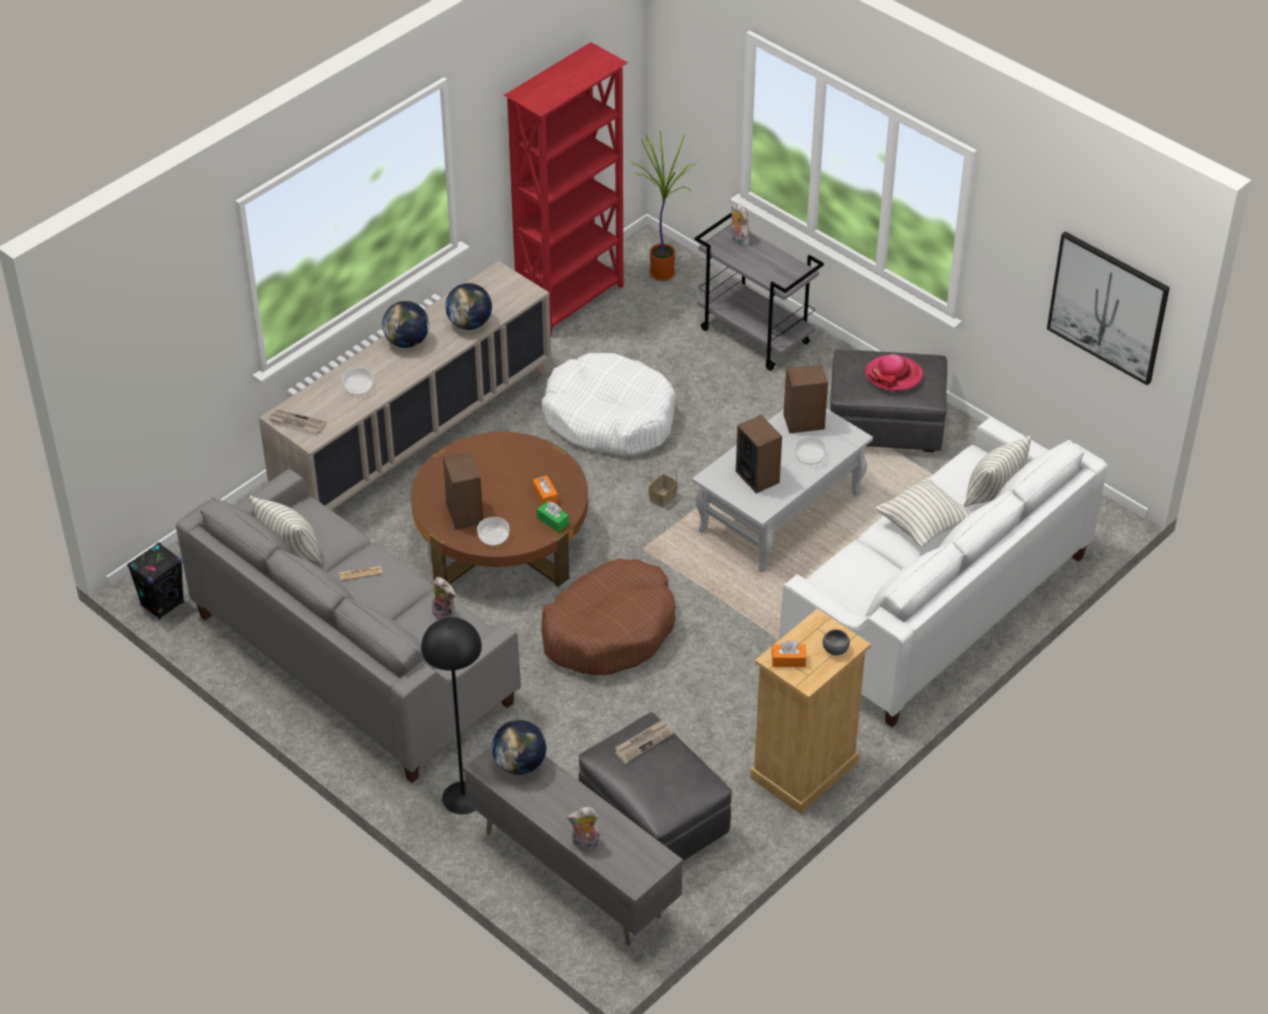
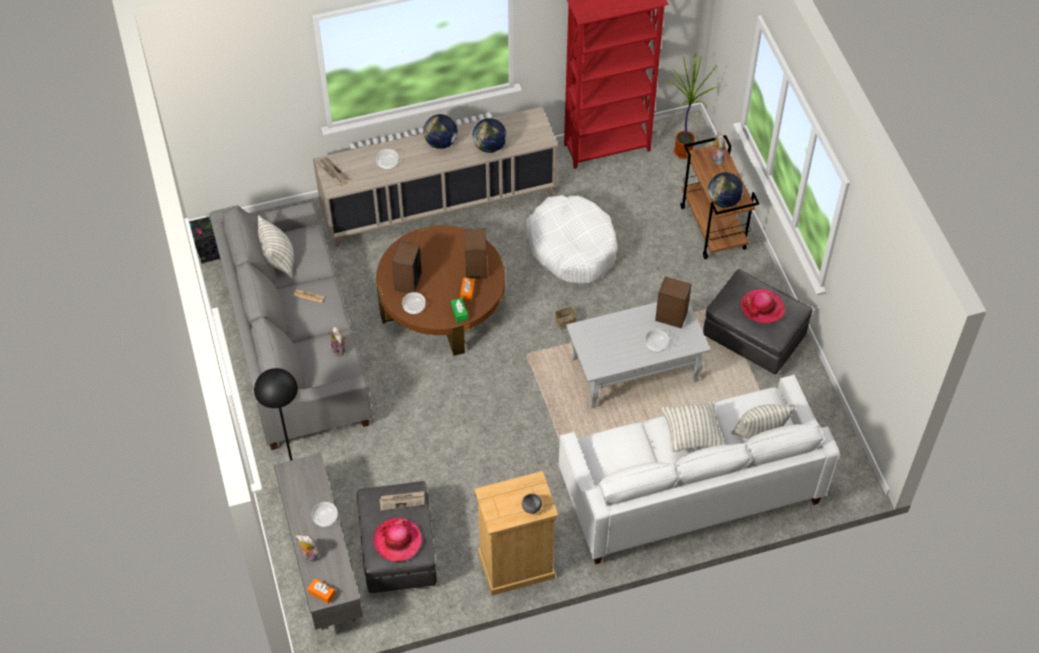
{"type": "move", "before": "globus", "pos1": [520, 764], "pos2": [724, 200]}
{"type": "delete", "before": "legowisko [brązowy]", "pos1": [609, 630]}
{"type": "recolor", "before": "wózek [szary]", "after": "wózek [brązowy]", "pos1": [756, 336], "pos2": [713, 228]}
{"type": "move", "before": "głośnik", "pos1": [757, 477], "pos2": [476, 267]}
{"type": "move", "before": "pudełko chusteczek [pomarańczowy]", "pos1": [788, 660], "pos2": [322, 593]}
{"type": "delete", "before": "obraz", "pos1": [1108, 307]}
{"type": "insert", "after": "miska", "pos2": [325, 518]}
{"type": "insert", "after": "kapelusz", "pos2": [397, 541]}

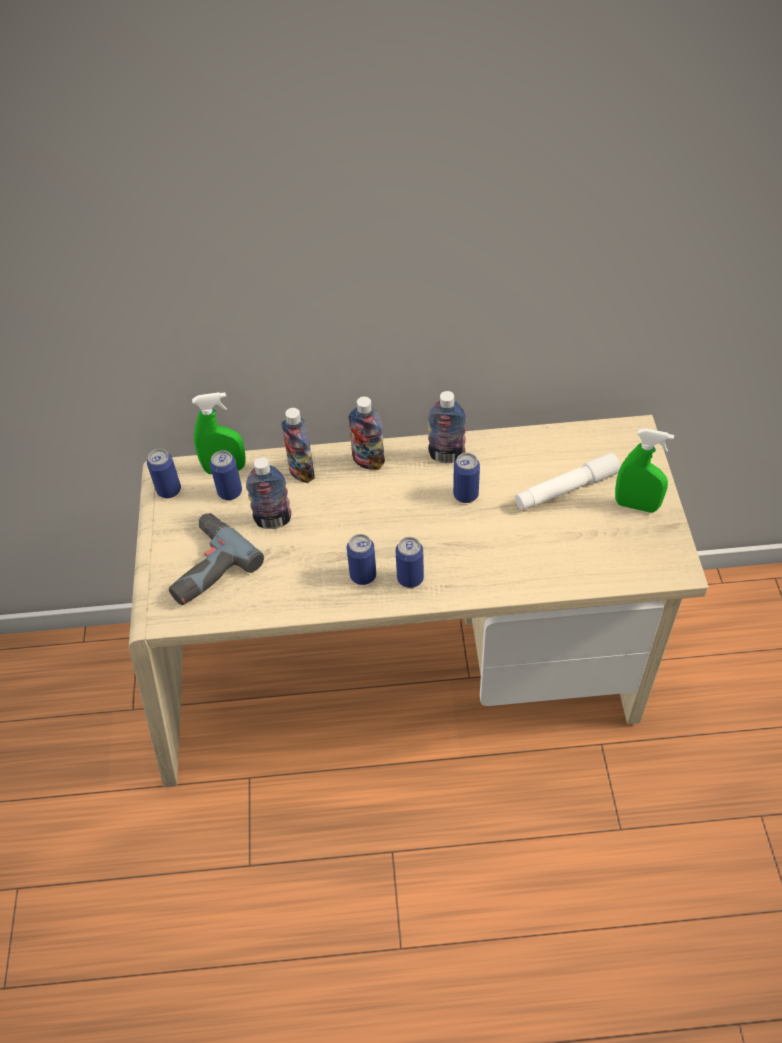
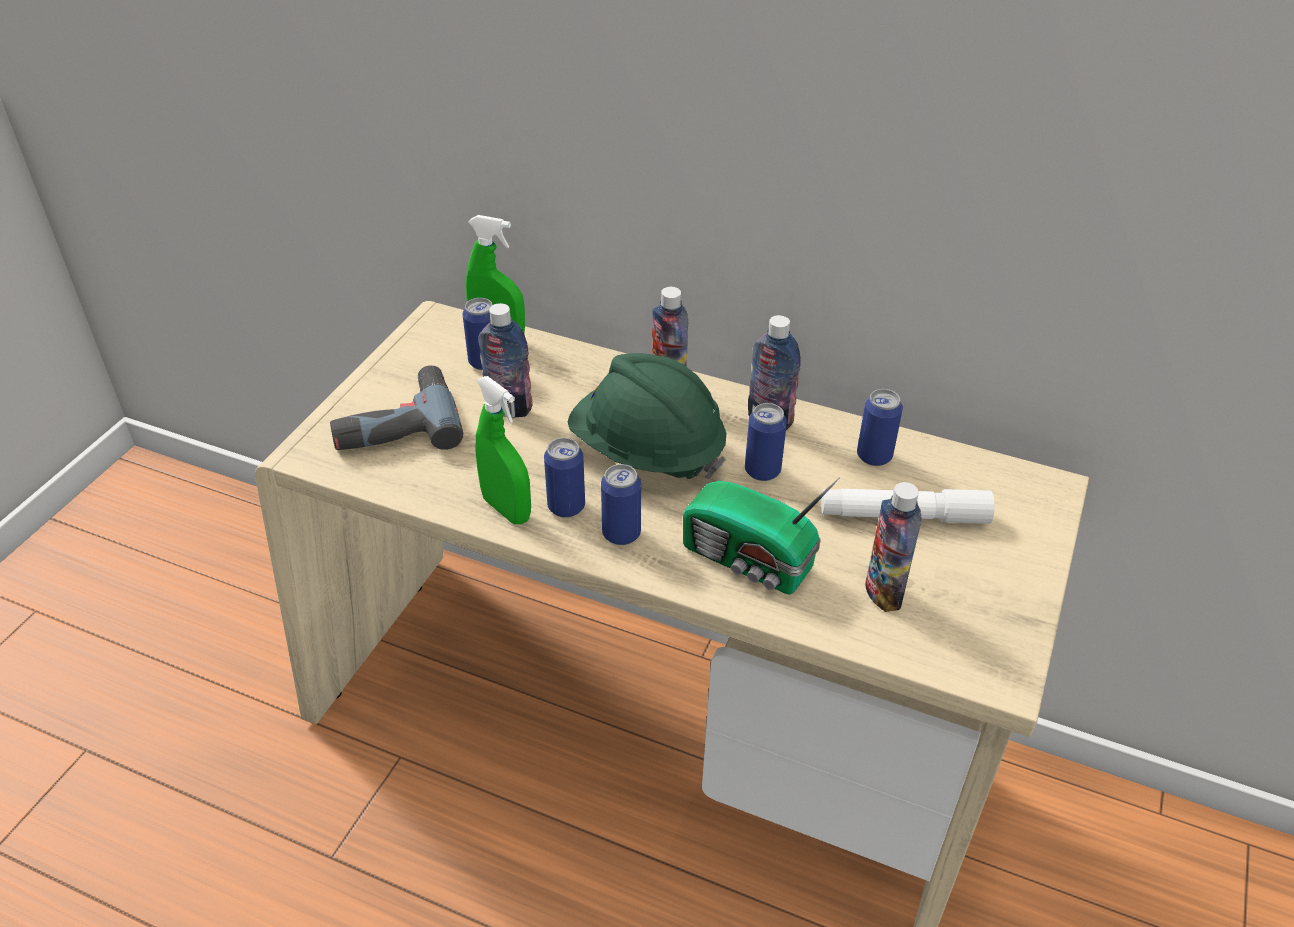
{"type": "move", "before": "puszka", "pos1": [169, 490], "pos2": [874, 456]}
{"type": "move", "before": "butelka", "pos1": [301, 472], "pos2": [883, 592]}
{"type": "move", "before": "spryskiwacz [zielony]", "pos1": [636, 505], "pos2": [506, 509]}
{"type": "insert", "after": "kask [zielony]", "pos2": [647, 451]}
{"type": "insert", "after": "radio", "pos2": [749, 561]}

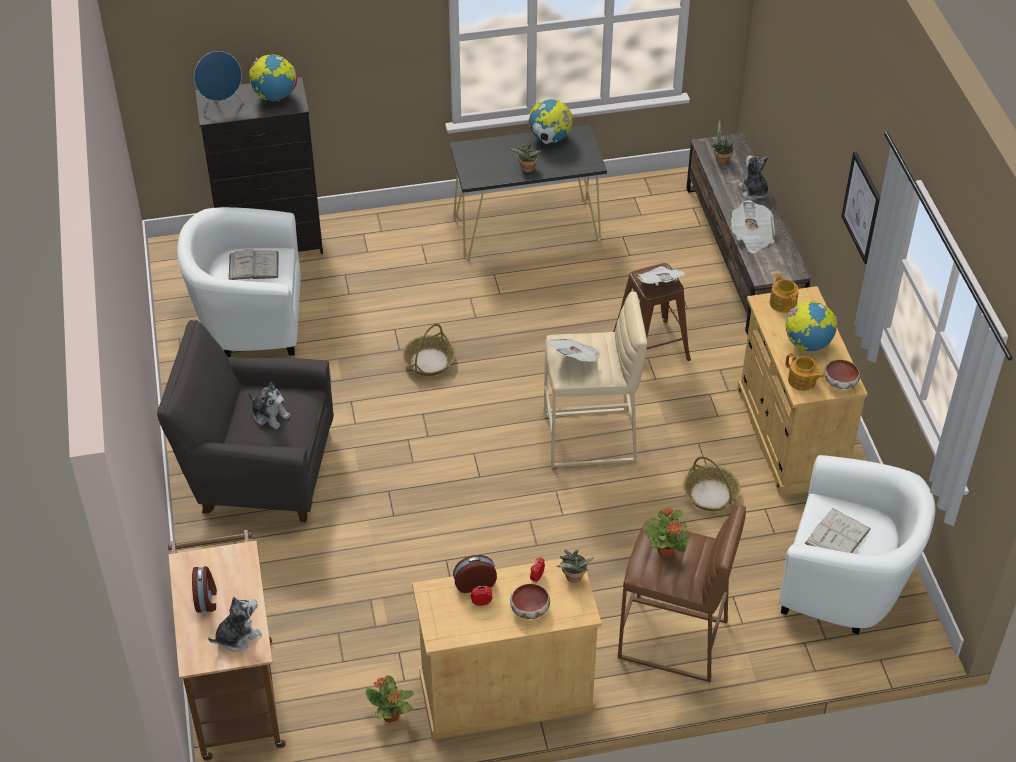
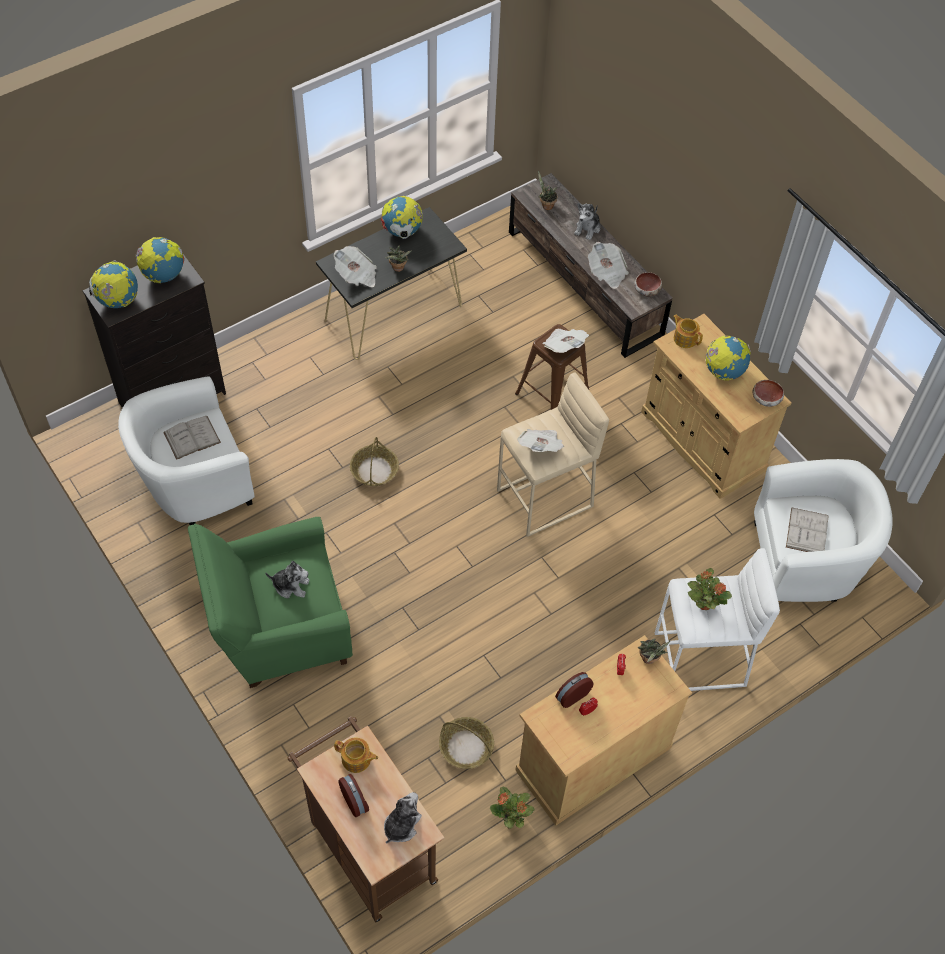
{"type": "recolor", "before": "fotel [szary]", "after": "fotel [zielony]", "pos1": [257, 470], "pos2": [278, 629]}
{"type": "replace", "before": "głośnik [niebieski]", "after": "globus", "pos1": [221, 106], "pos2": [118, 301]}
{"type": "move", "before": "miska", "pos1": [529, 609], "pos2": [646, 291]}
{"type": "recolor", "before": "stołek [brązowy]", "after": "stołek [biały]", "pos1": [673, 640], "pos2": [701, 660]}
{"type": "move", "before": "koszyk", "pos1": [711, 494], "pos2": [466, 747]}
{"type": "rotate", "before": "pluszak", "pos1": [753, 191], "pos2": [587, 228], "turn": -105}
{"type": "move", "before": "imbryk", "pos1": [802, 381], "pos2": [356, 759]}
{"type": "delete", "before": "obraz", "pos1": [862, 207]}
{"type": "insert", "after": "gazeta", "pos2": [356, 275]}

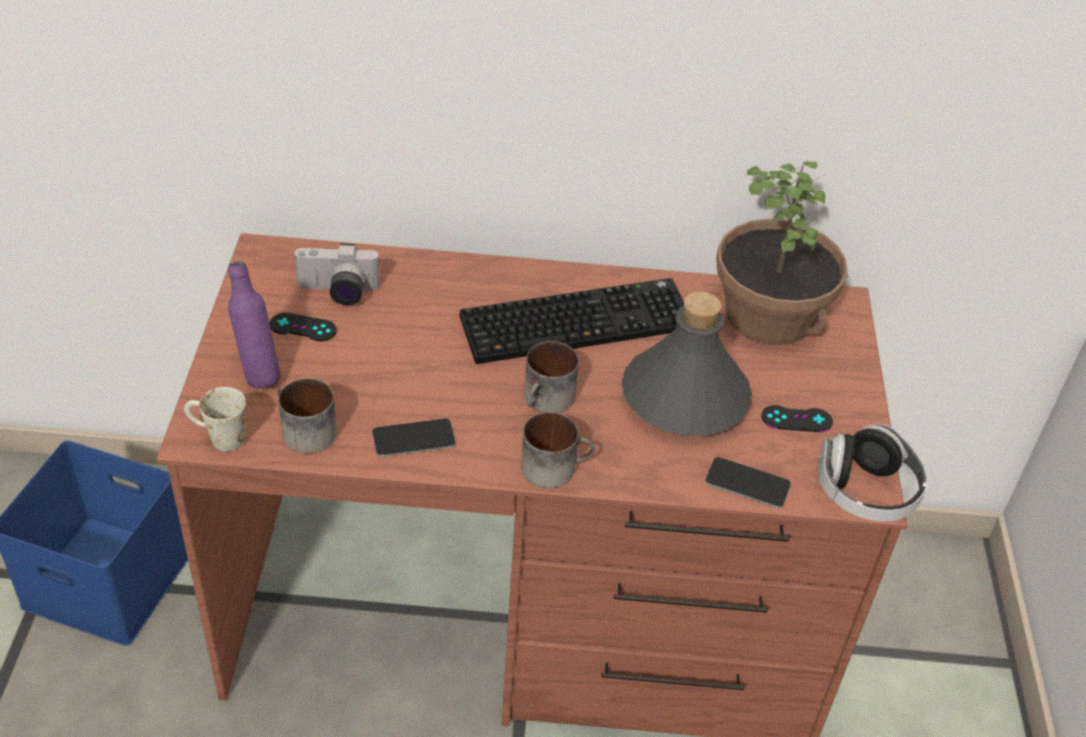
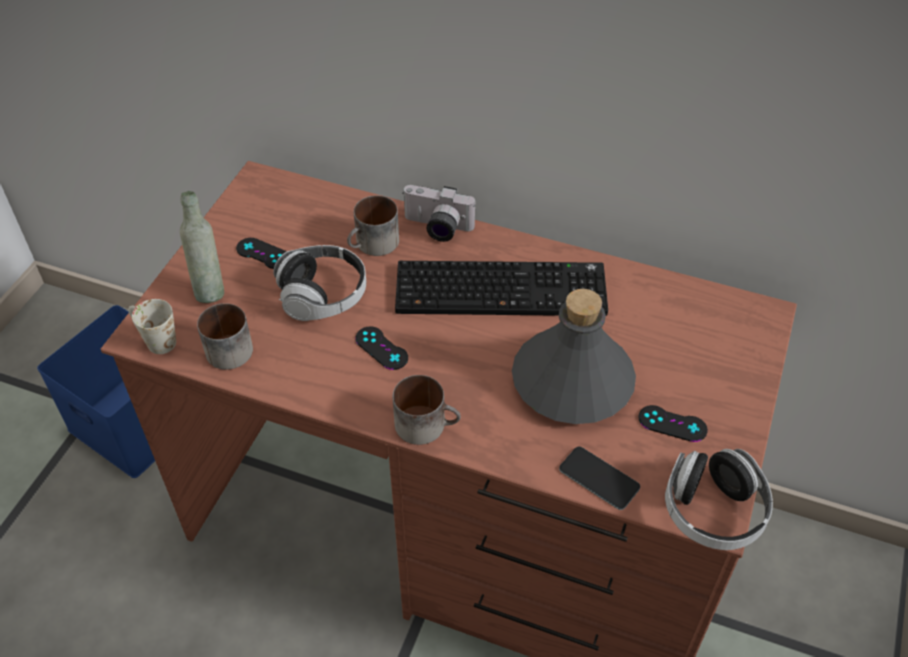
{"type": "recolor", "before": "butelka [fioletowy]", "after": "butelka [szary]", "pos1": [258, 374], "pos2": [210, 289]}
{"type": "move", "before": "aparat fotograficzny", "pos1": [337, 292], "pos2": [436, 228]}
{"type": "delete", "before": "telefon", "pos1": [413, 438]}
{"type": "move", "before": "kubek", "pos1": [547, 400], "pos2": [374, 245]}
{"type": "delete", "before": "roślina doniczkowa", "pos1": [770, 314]}
{"type": "insert", "after": "słuchawki", "pos2": [323, 296]}
{"type": "insert", "after": "pad do gier [czarny]", "pos2": [381, 348]}

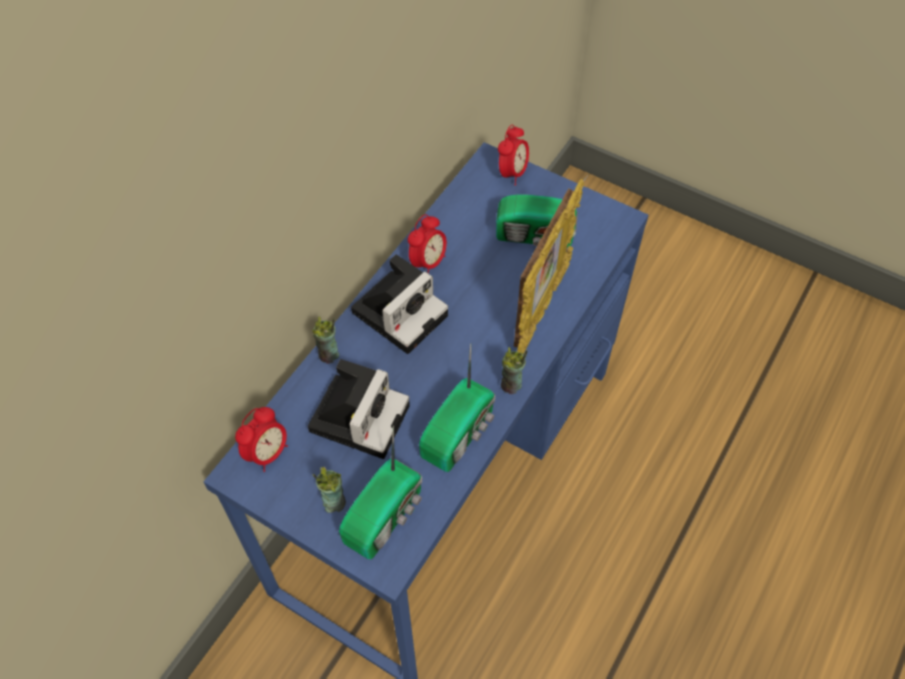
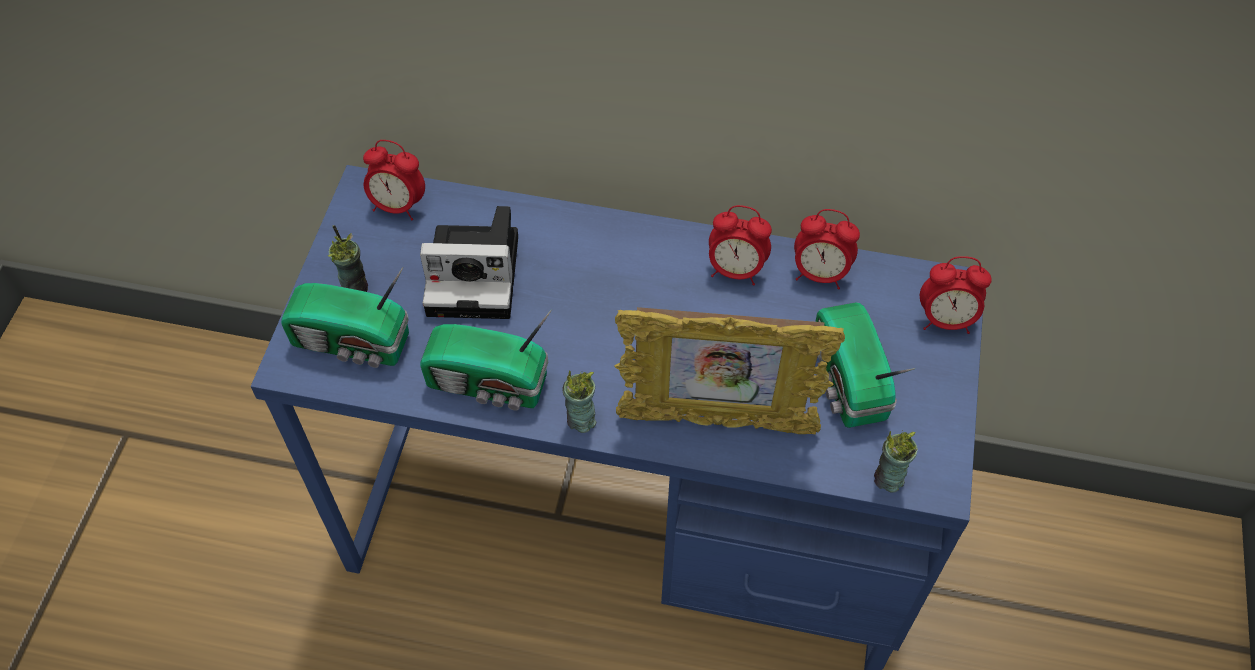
{"type": "move", "before": "filiżanka", "pos1": [329, 355], "pos2": [888, 479]}
{"type": "delete", "before": "aparat fotograficzny", "pos1": [401, 311]}
{"type": "insert", "after": "budzik", "pos2": [820, 274]}

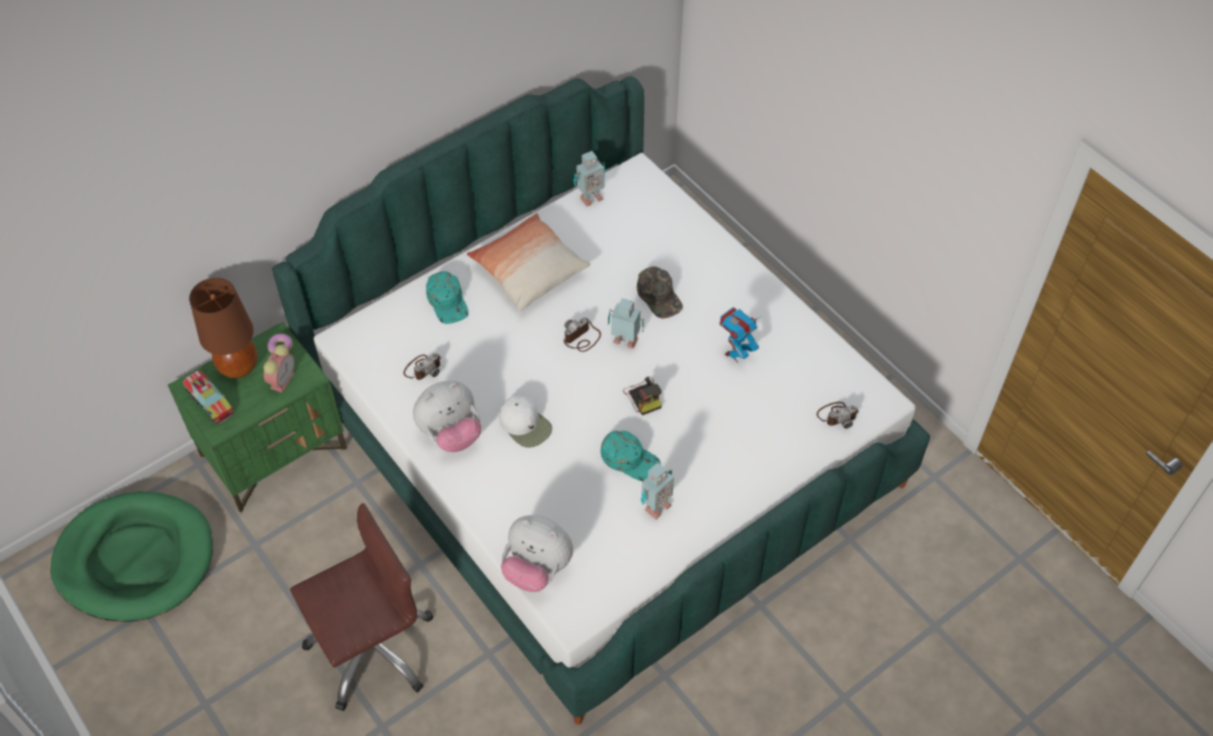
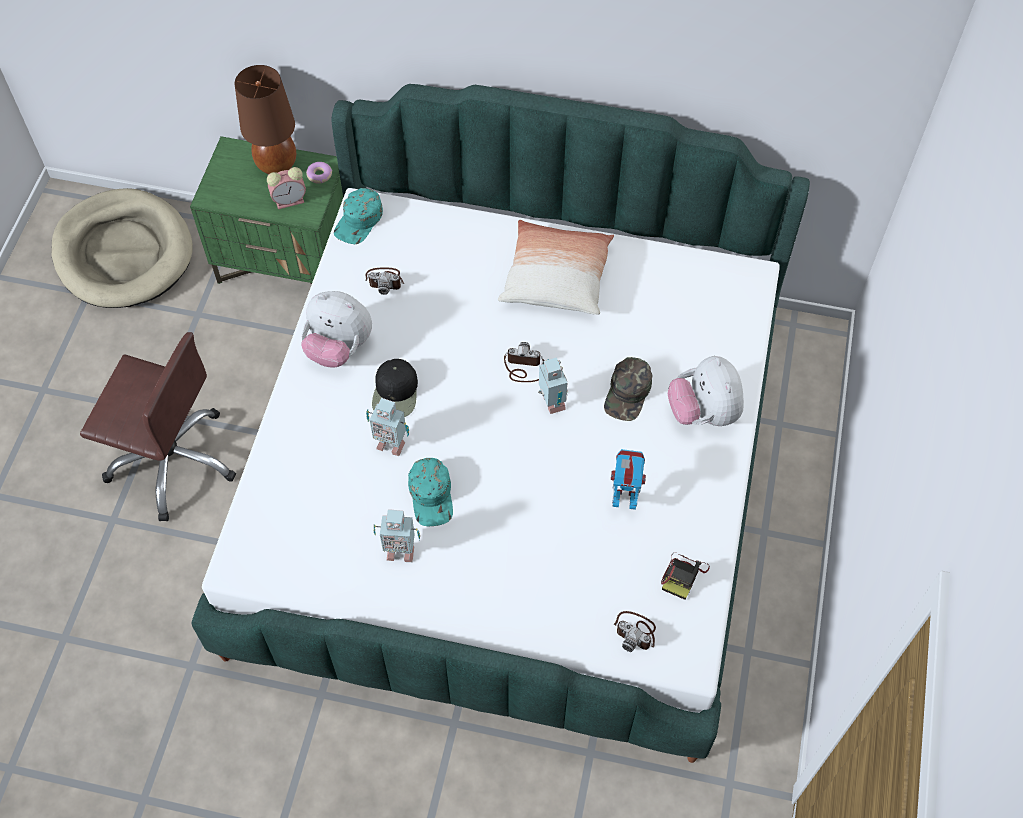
{"type": "recolor", "before": "legowisko [zielony]", "after": "legowisko [beżowy]", "pos1": [135, 559], "pos2": [123, 253]}
{"type": "delete", "before": "ciężarówka zabawkowa", "pos1": [210, 402]}
{"type": "move", "before": "czapka z daszkiem [turkusowy]", "pos1": [448, 302], "pos2": [359, 221]}
{"type": "recolor", "before": "czapka z daszkiem [biały]", "after": "czapka z daszkiem [czarny]", "pos1": [525, 425], "pos2": [396, 393]}
{"type": "move", "before": "pluszak", "pos1": [537, 568], "pos2": [703, 412]}
{"type": "move", "before": "robot zabawkowy", "pos1": [590, 198], "pos2": [390, 443]}
{"type": "move", "before": "aparat fotograficzny", "pos1": [643, 396], "pos2": [683, 575]}

